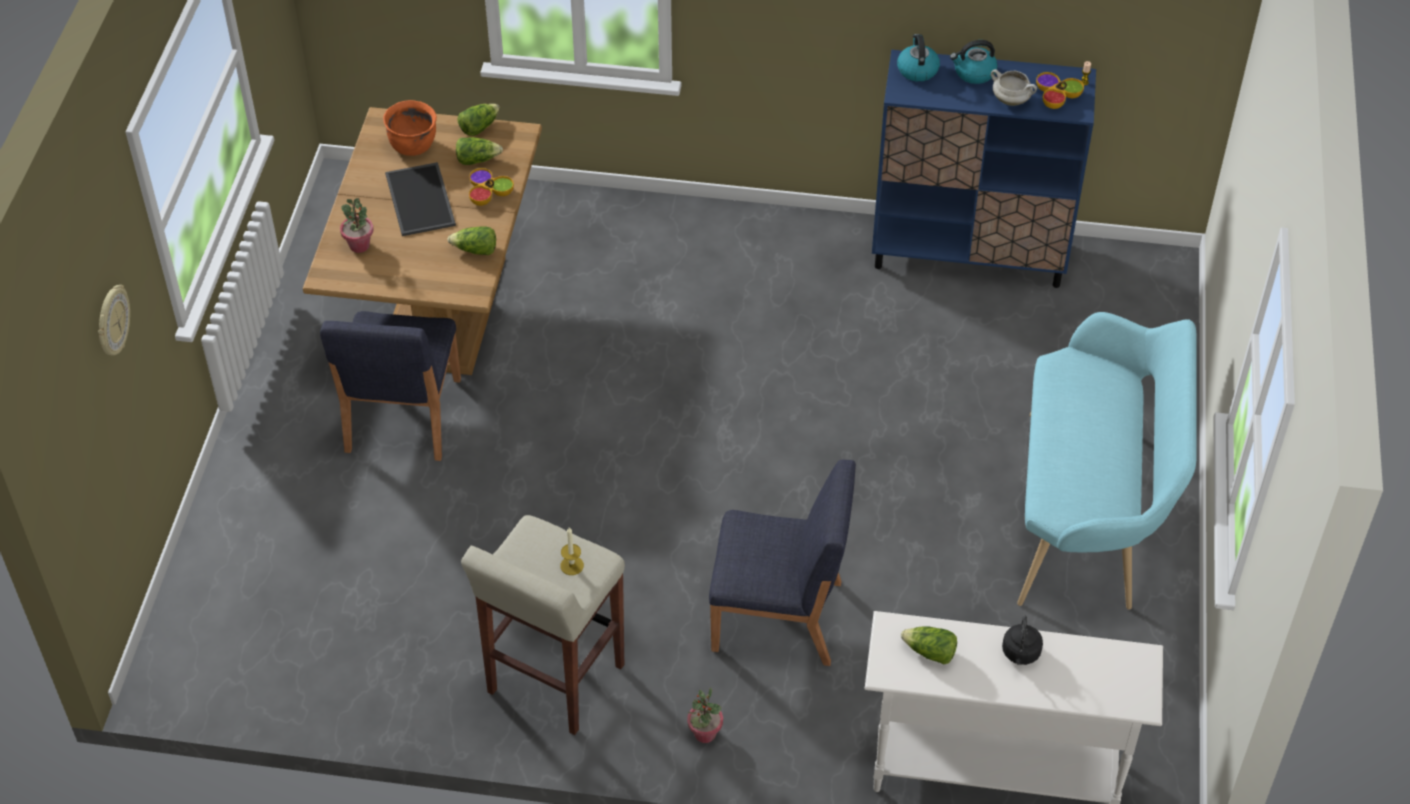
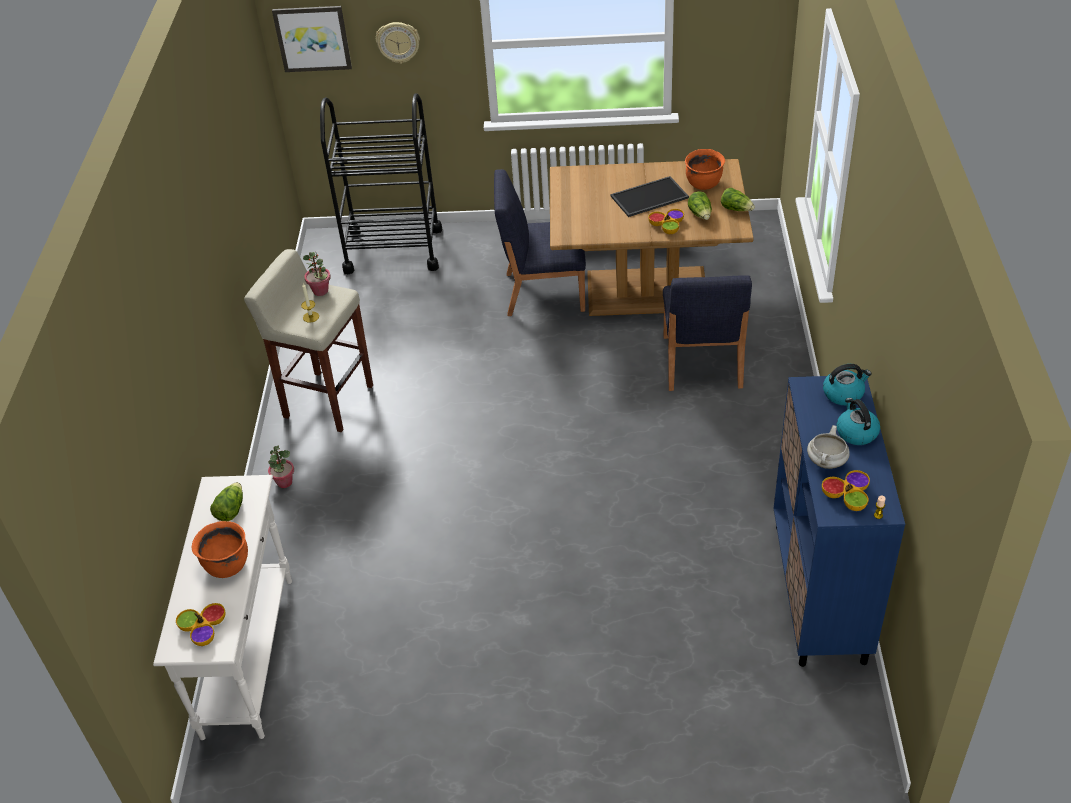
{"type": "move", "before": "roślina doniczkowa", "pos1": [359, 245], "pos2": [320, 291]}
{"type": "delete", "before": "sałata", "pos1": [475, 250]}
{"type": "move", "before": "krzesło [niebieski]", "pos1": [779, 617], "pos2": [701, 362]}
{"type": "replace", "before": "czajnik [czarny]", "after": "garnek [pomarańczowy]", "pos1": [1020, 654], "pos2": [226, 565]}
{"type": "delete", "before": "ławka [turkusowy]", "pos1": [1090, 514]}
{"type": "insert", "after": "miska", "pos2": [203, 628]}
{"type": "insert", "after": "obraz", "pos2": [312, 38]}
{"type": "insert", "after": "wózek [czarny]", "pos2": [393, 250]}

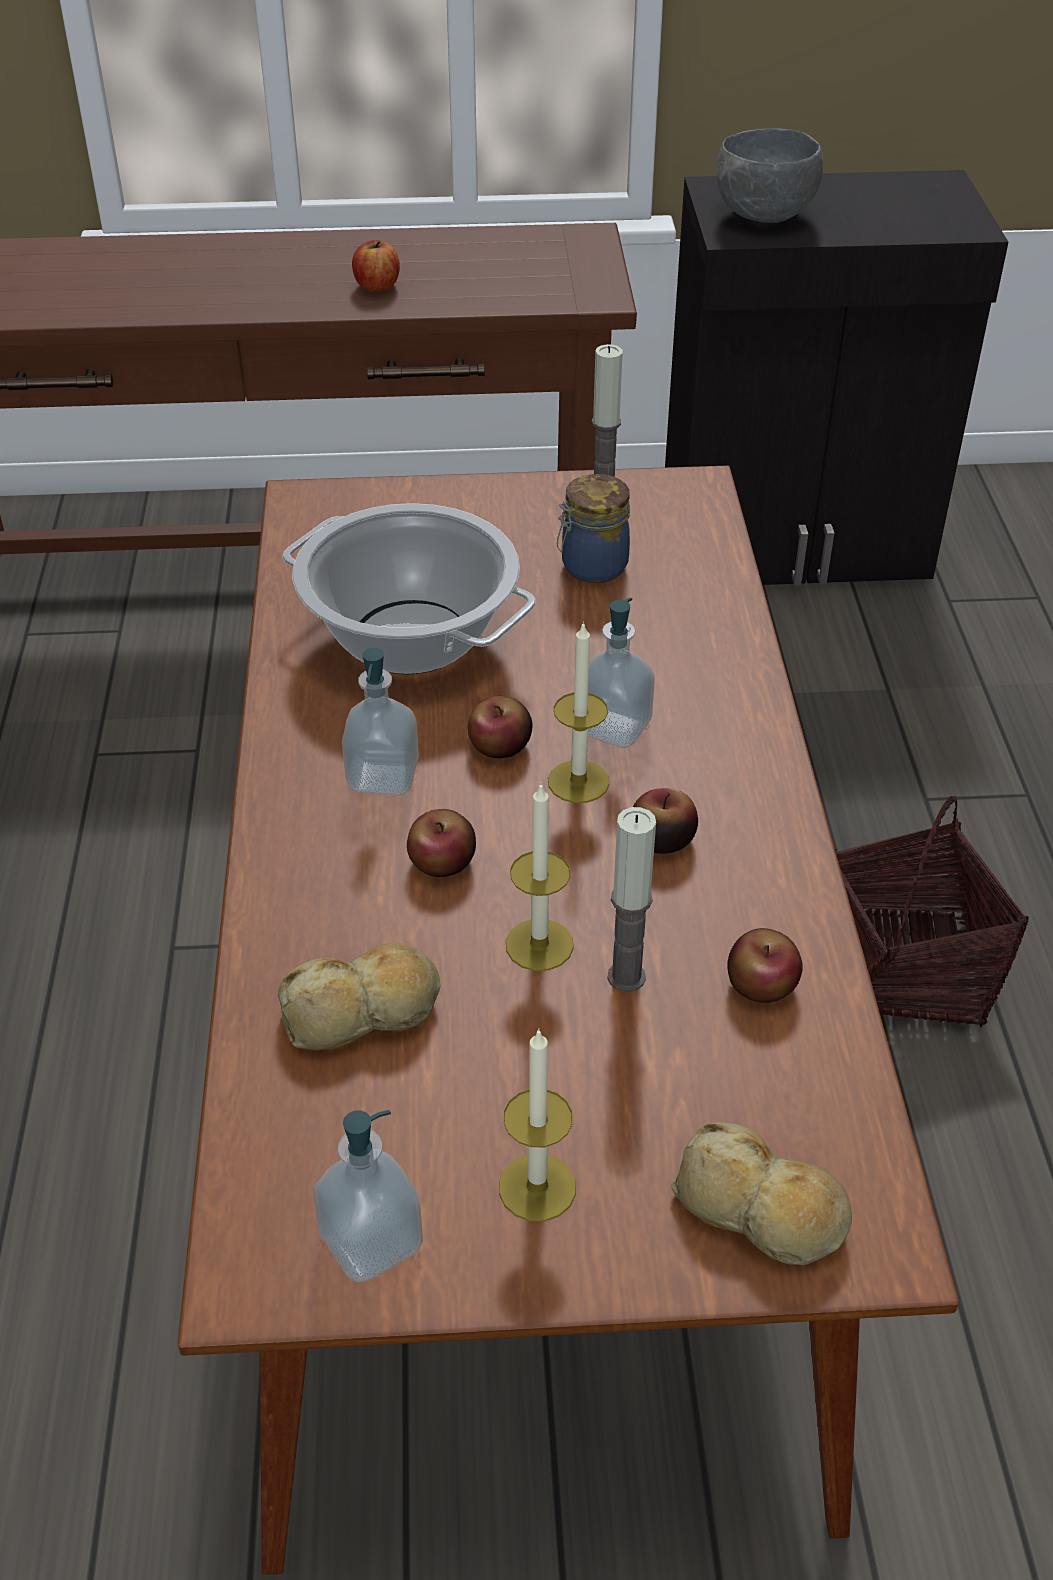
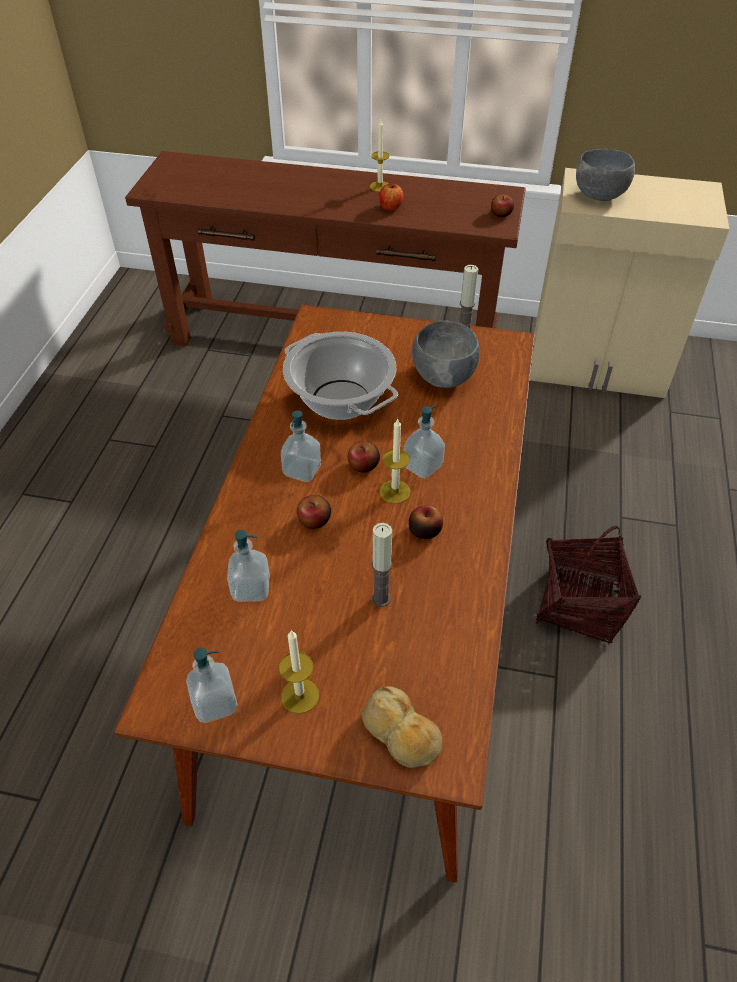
{"type": "replace", "before": "chleb", "after": "dozownik mydła", "pos1": [363, 1011], "pos2": [251, 588]}
{"type": "move", "before": "świeca", "pos1": [539, 945], "pos2": [380, 186]}
{"type": "replace", "before": "słoik", "after": "miska [szary]", "pos1": [591, 567], "pos2": [443, 378]}
{"type": "recolor", "before": "szafka [czarny]", "after": "szafka [beżowy]", "pos1": [796, 546], "pos2": [597, 368]}
{"type": "move", "before": "jabłko", "pos1": [761, 984], "pos2": [501, 214]}

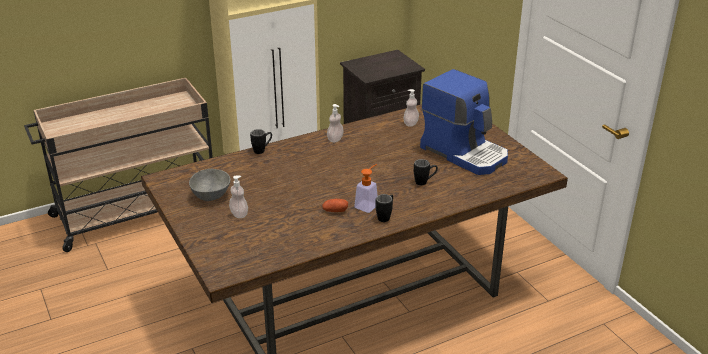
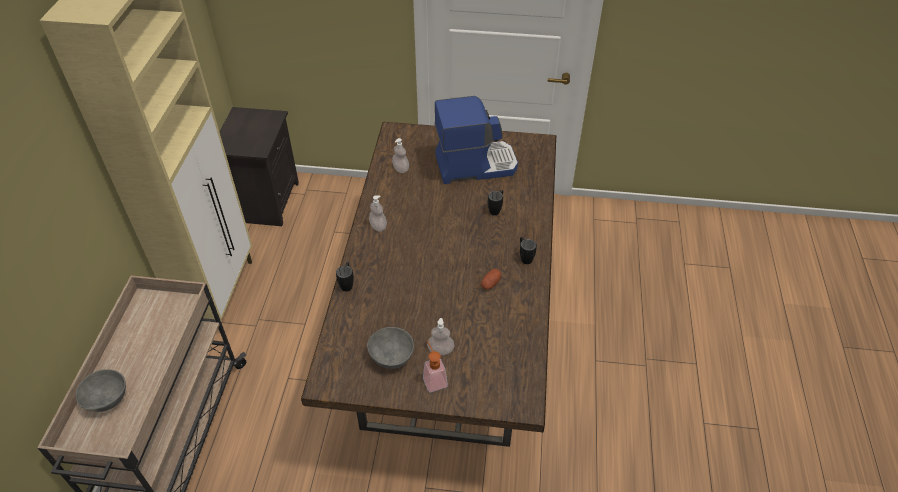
{"type": "move", "before": "dozownik mydła", "pos1": [368, 205], "pos2": [433, 378]}
{"type": "insert", "after": "miska [szary]", "pos2": [106, 400]}

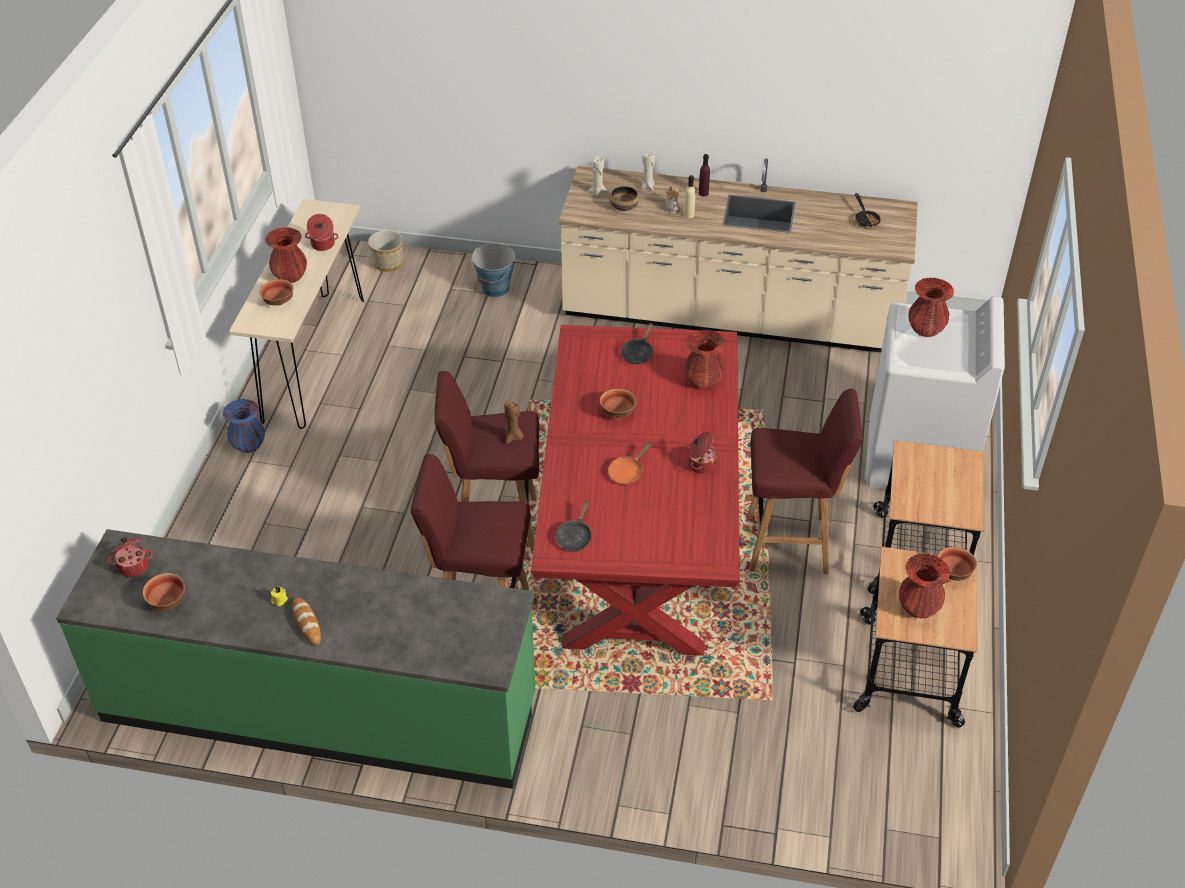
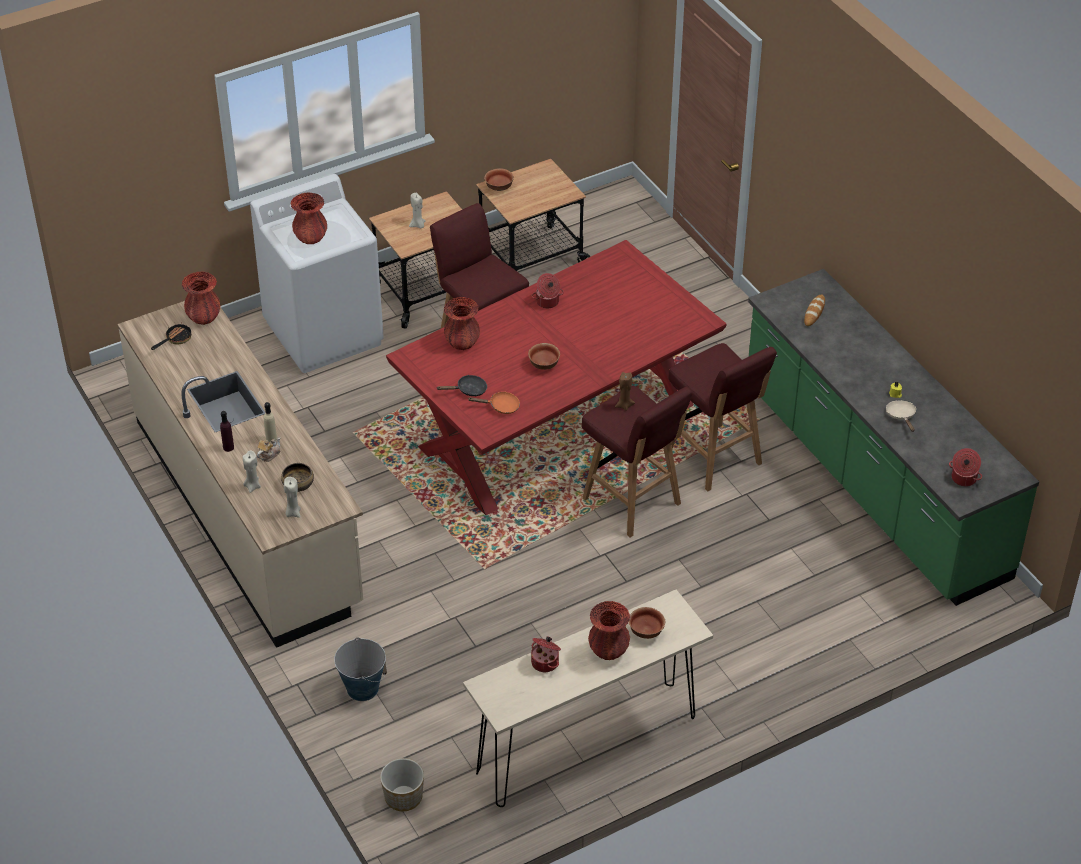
{"type": "delete", "before": "miska", "pos1": [168, 602]}
{"type": "delete", "before": "wazon [niebieski]", "pos1": [248, 445]}
{"type": "move", "before": "chleb", "pos1": [307, 623], "pos2": [814, 312]}
{"type": "delete", "before": "patelnia [czarny]", "pos1": [574, 537]}
{"type": "move", "before": "patelnia [pomarańczowy]", "pos1": [627, 472], "pos2": [501, 406]}
{"type": "move", "before": "wazon [czerwony]", "pos1": [918, 608], "pos2": [204, 317]}
{"type": "insert", "after": "świeca [beżowy]", "pos2": [418, 225]}
{"type": "insert", "after": "patelnia [beżowy]", "pos2": [901, 416]}

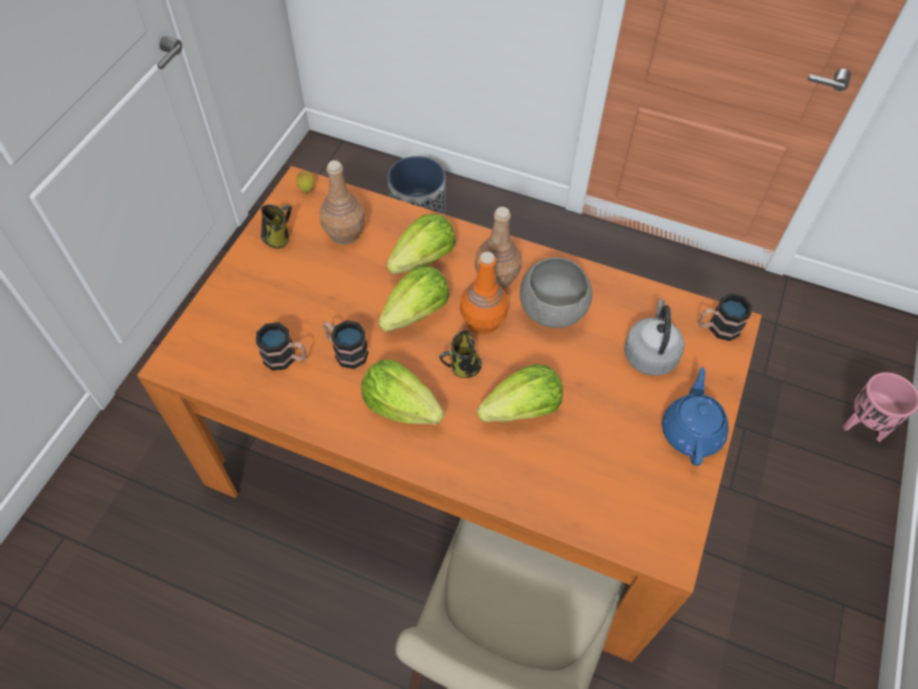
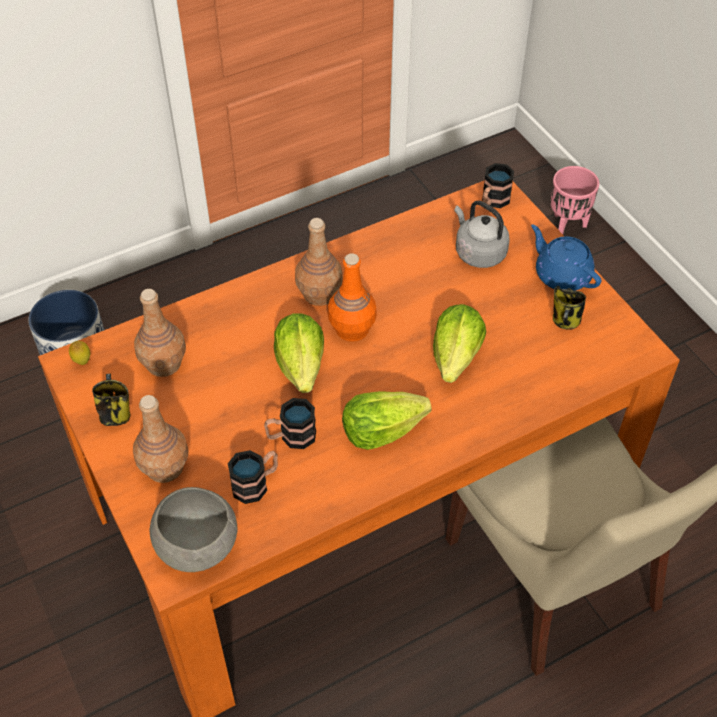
{"type": "delete", "before": "sałata", "pos1": [424, 260]}
{"type": "move", "before": "kubek", "pos1": [463, 367], "pos2": [565, 321]}
{"type": "move", "before": "miska [szary]", "pos1": [553, 310], "pos2": [198, 546]}
{"type": "insert", "after": "butelka [brązowy]", "pos2": [165, 467]}

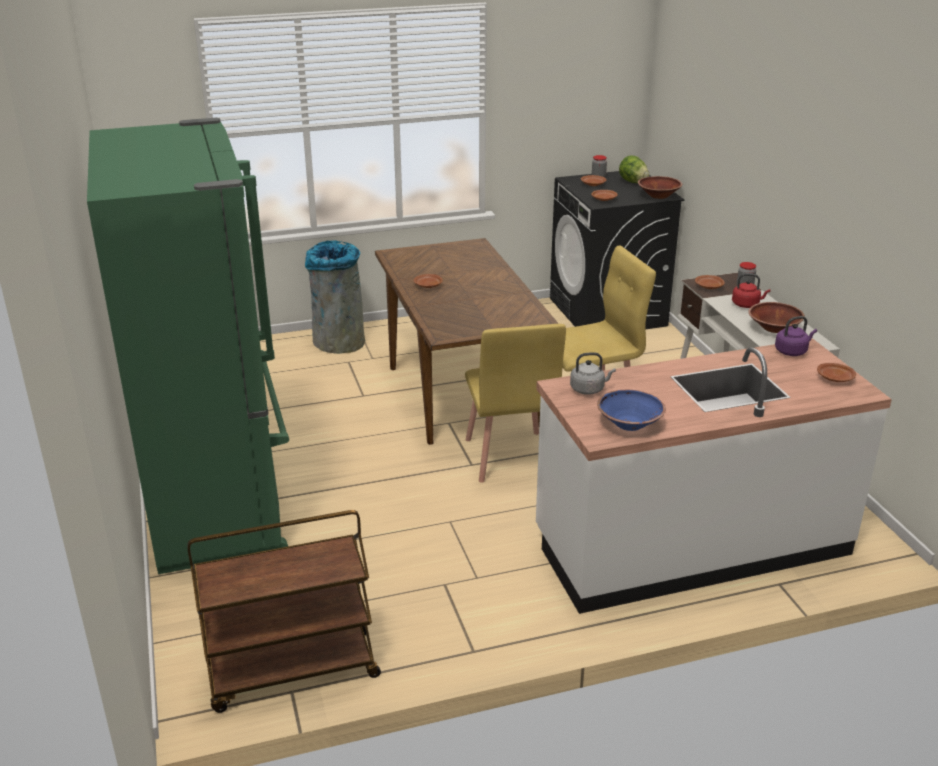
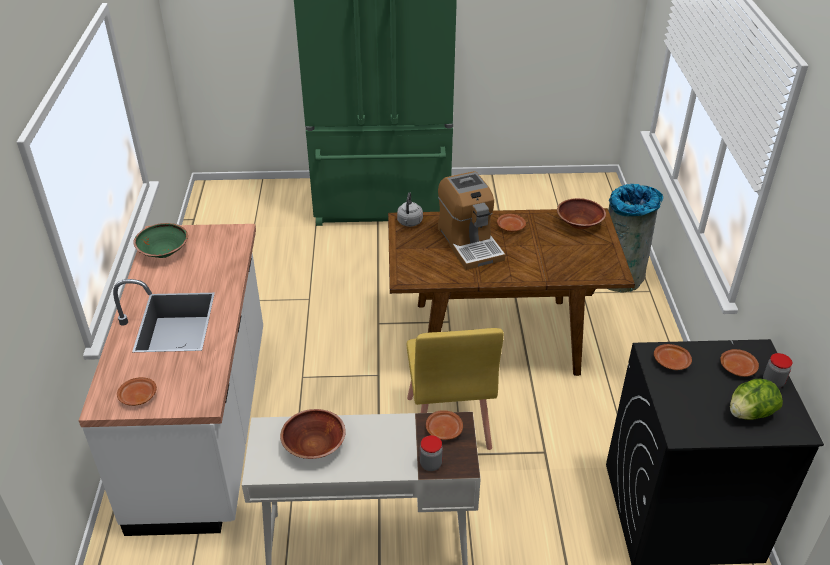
{"type": "delete", "before": "wózek [brązowy]", "pos1": [291, 672]}
{"type": "delete", "before": "krzesło [żółty]", "pos1": [509, 457]}
{"type": "move", "before": "czajnik [szary]", "pos1": [589, 389], "pos2": [409, 223]}
{"type": "recolor", "before": "miska [niebieski]", "after": "miska [zielony]", "pos1": [629, 424], "pos2": [163, 251]}
{"type": "move", "before": "miska [brązowy]", "pos1": [659, 196], "pos2": [579, 223]}
{"type": "delete", "before": "czajnik [czerwony]", "pos1": [747, 304]}
{"type": "delete", "before": "czajnik [fioletowy]", "pos1": [792, 351]}
{"type": "insert", "after": "ekspres do kawy", "pos2": [469, 243]}

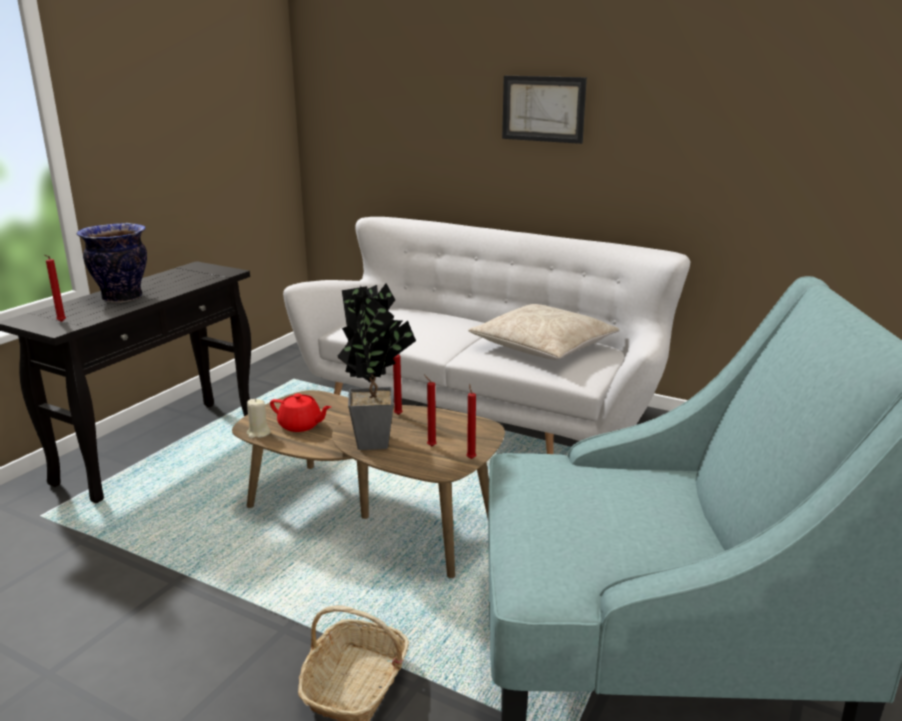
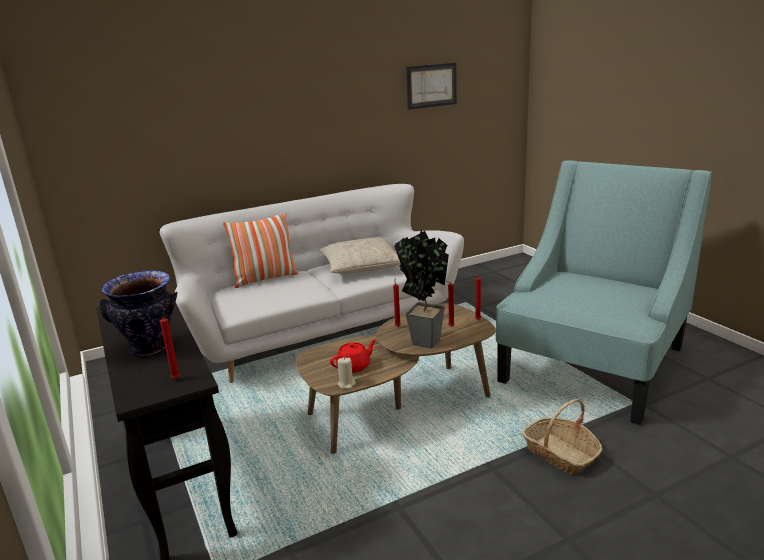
{"type": "move", "before": "obraz", "pos1": [543, 109], "pos2": [431, 85]}
{"type": "insert", "after": "poduszka", "pos2": [265, 279]}

